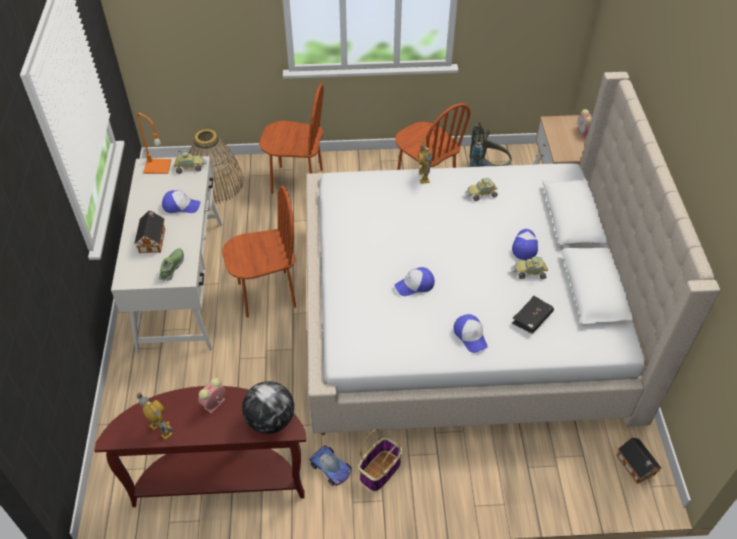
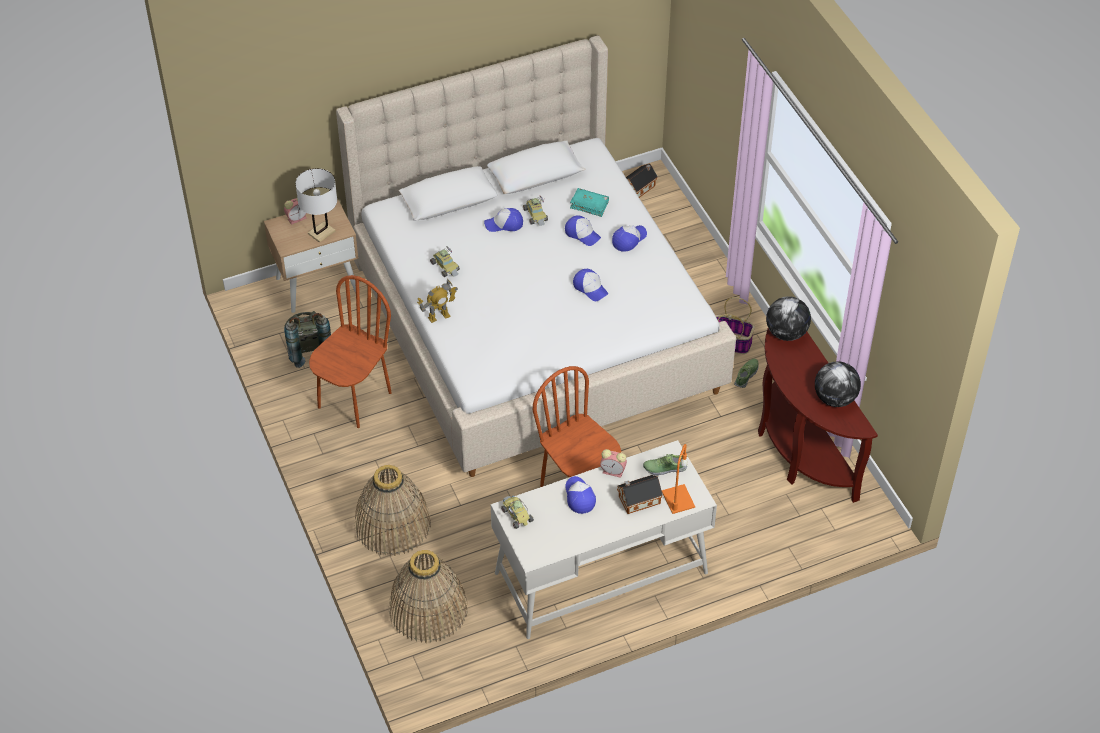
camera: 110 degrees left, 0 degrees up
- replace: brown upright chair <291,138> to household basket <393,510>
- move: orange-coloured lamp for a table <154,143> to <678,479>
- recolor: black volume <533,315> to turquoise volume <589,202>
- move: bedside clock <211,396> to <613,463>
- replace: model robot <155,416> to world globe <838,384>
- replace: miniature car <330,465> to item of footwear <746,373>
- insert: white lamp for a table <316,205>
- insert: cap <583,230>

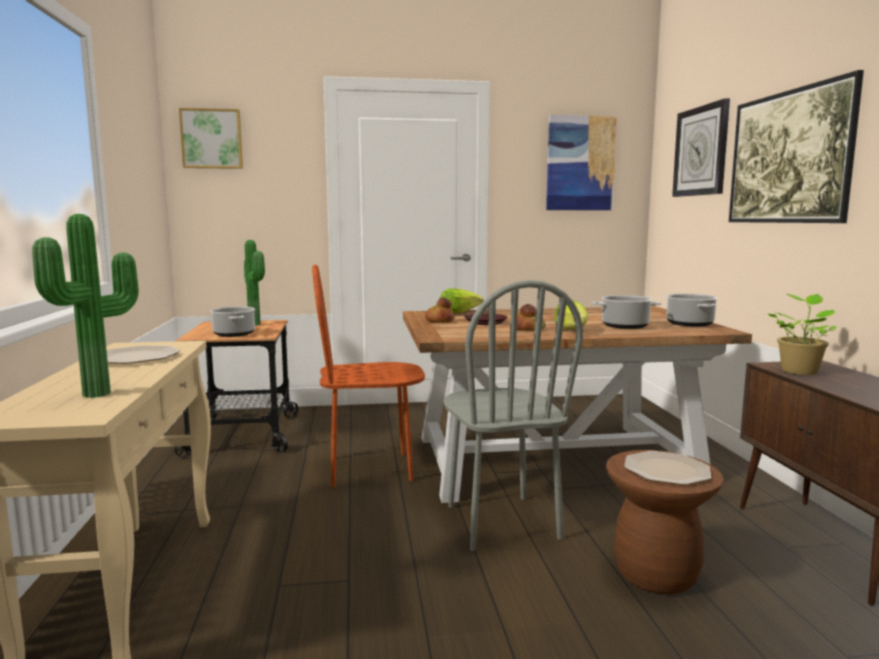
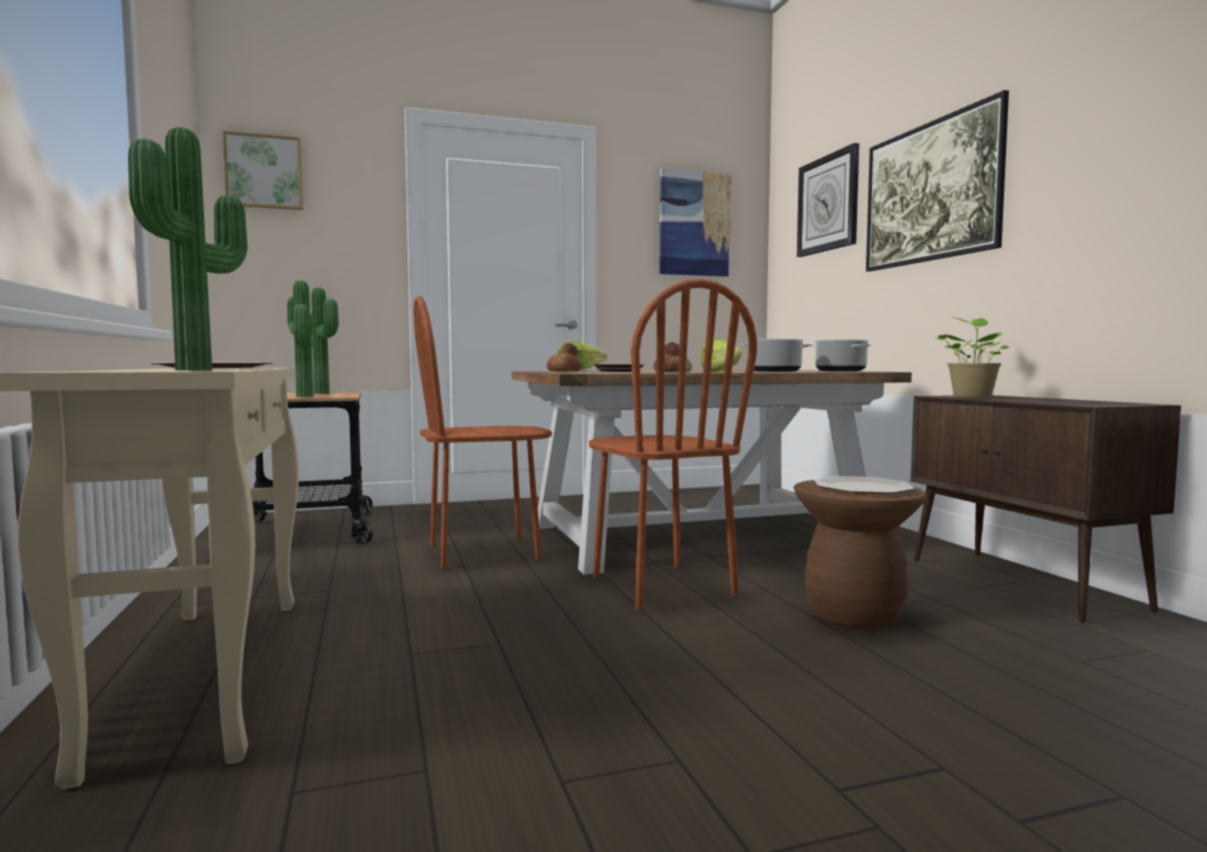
camera: 10 degrees left, 5 degrees down
- recolor: gray upright chair <513,415> to brown upright chair <673,444>
- replace: saucepot <232,321> to potted plant <300,338>

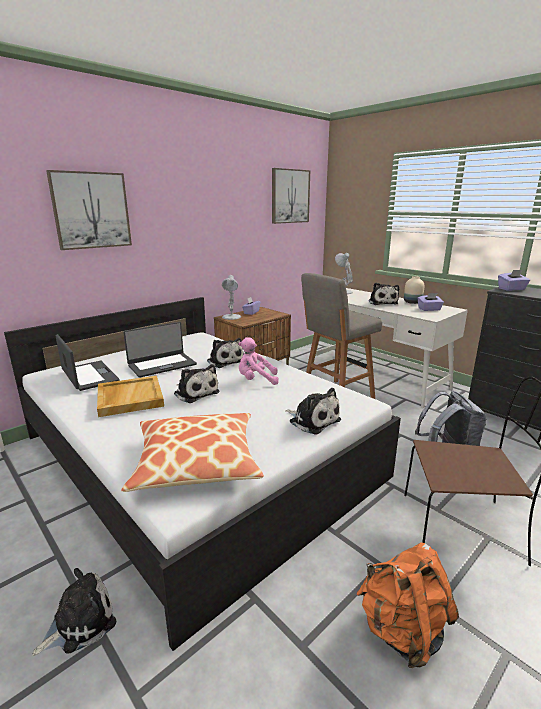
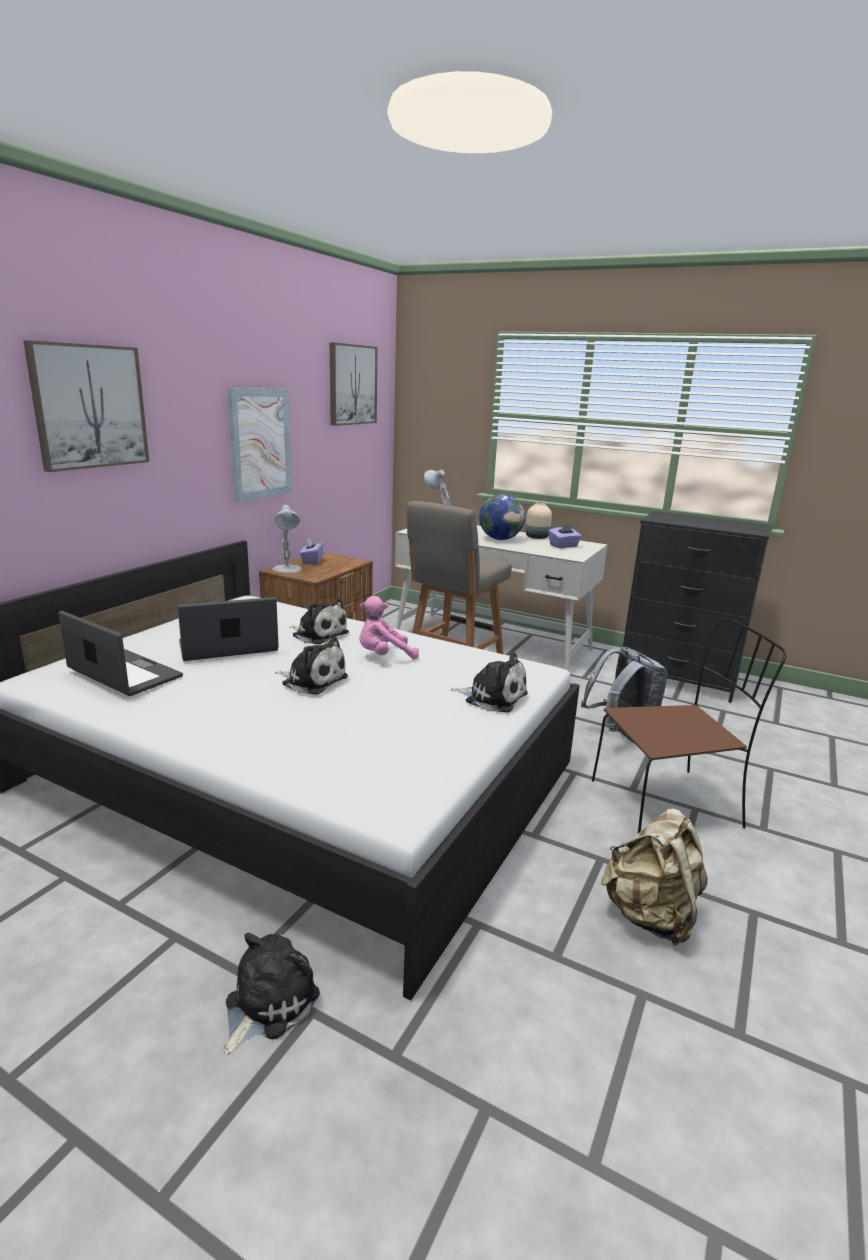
camera: 20 degrees left, 0 degrees up
- delete: purple box of tissues <514,280>
- replace: cuddly toy <384,293> to world globe <502,517>
- rotate: notebook computer <160,350> = <228,629> 150 degrees counterclockwise
- delete: beige tray <130,396>
- delete: pillow <192,452>
- recolor: orange-coloured backpack <408,605> to beige backpack <654,877>
- insert: picture <260,445>

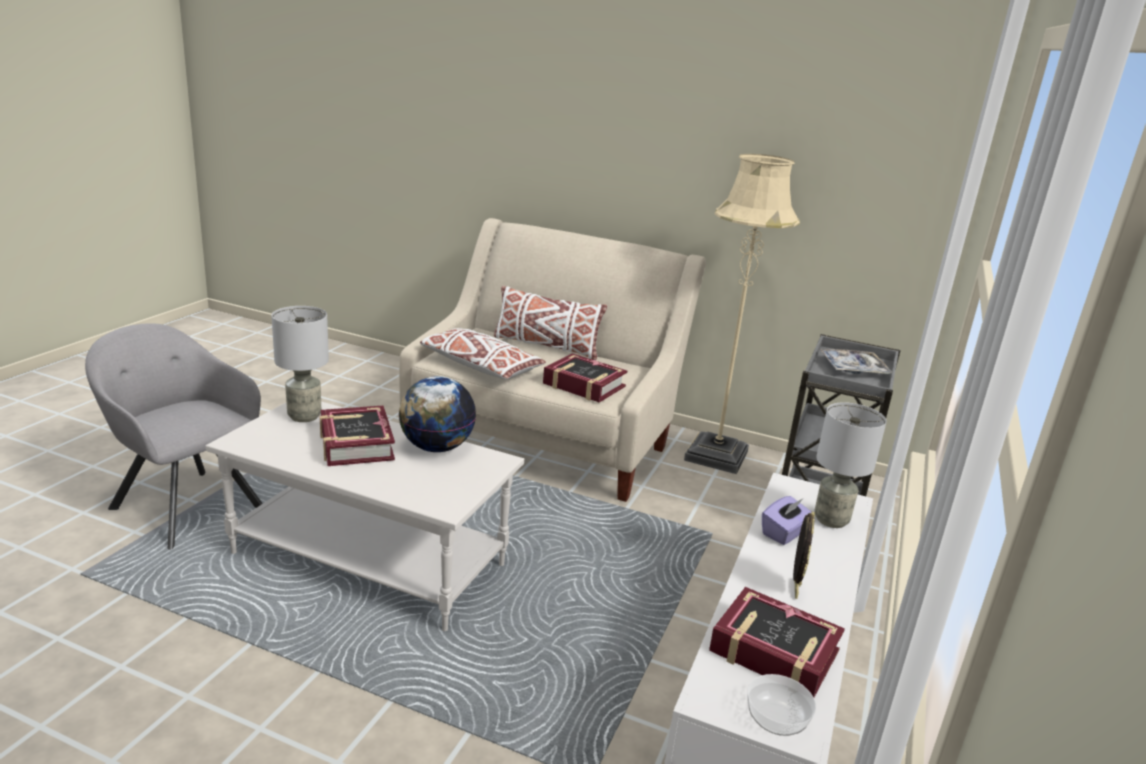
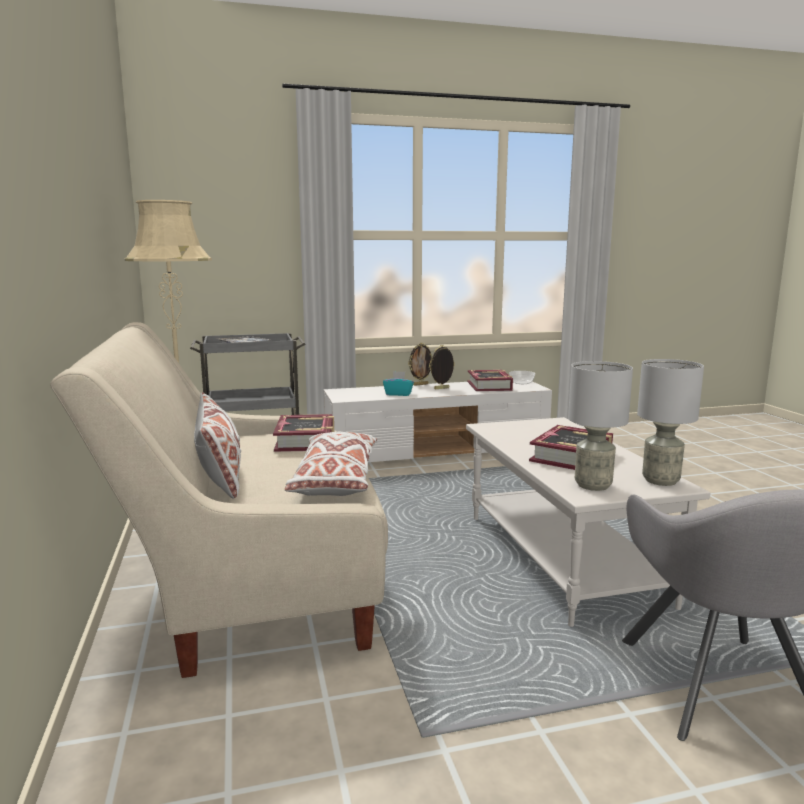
camera: 125 degrees left, 10 degrees down
- delete: world globe <437,414>
- move: gray lamp for a table <850,465> to <670,422>
- recolor: purple box of tissues <786,520> to turquoise box of tissues <398,383>
- insert: standing frame <420,364>

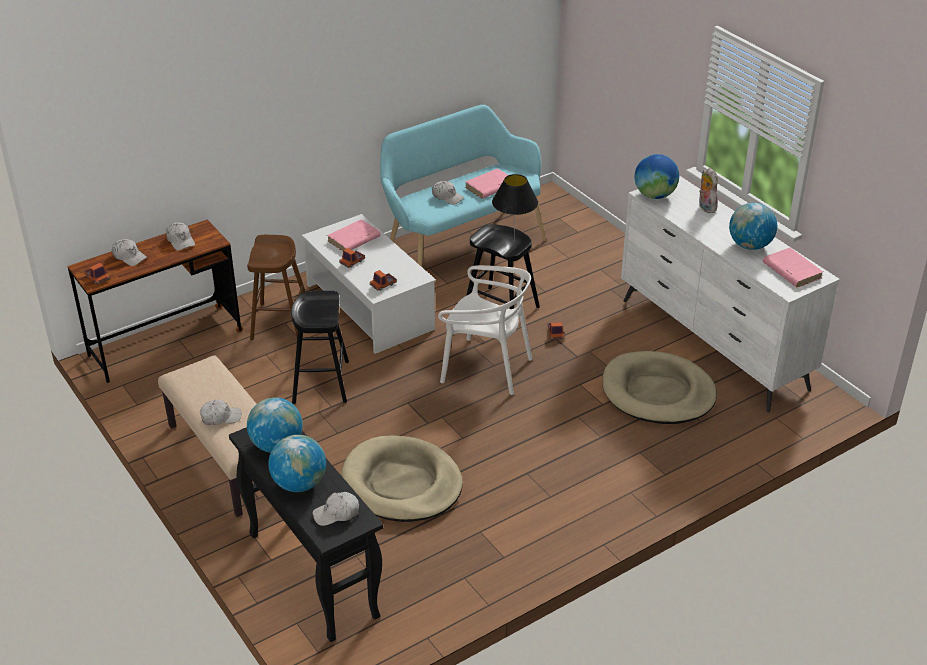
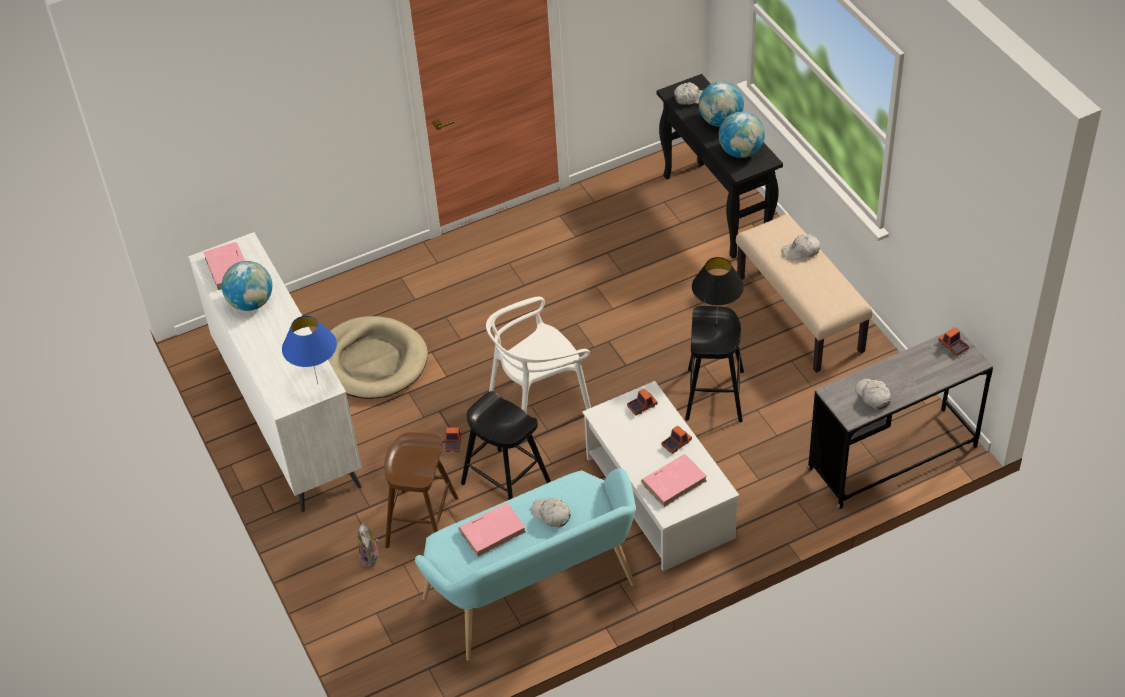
camera: 170 degrees left, 10 degrees up
- replace: world globe <656,176> to blue lamp for a table <309,350>
- move: cuddly toy <708,190> to <368,545>
- move: black lamp for a table <515,205> to <718,284>
- recolor: brown desk unit <155,301> to gray desk unit <899,418>
- move: brown stool seat <276,288> to <421,490>
- delete: white cap <129,252>
- rotate: white upright chair <485,330> = <538,355> 60 degrees counterclockwise
- delete: beige dog bed <402,478>

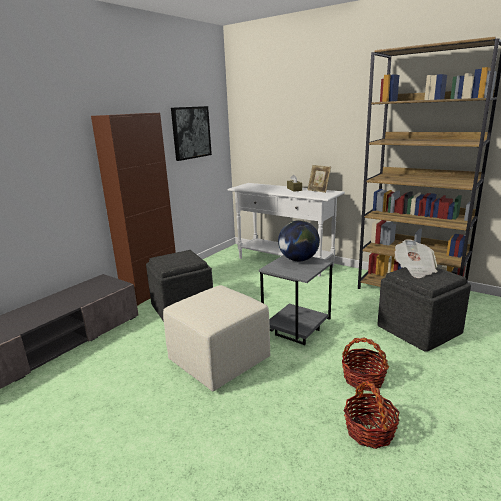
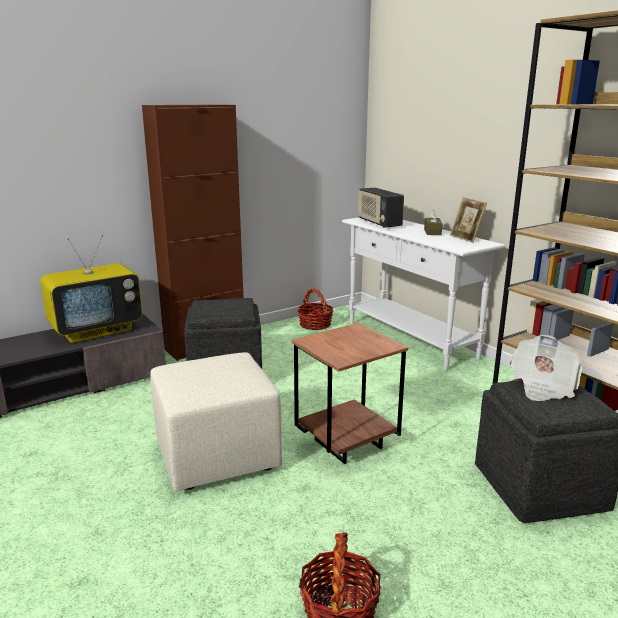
camera: 20 degrees right, 0 degrees up
- delete: picture <191,133>
- delete: world globe <299,240>
- recolor: gray end table <296,300> to brown end table <350,393>
- move: household basket <365,364> to <315,309>
- insert: radio set <381,207>
- insert: TV <91,289>

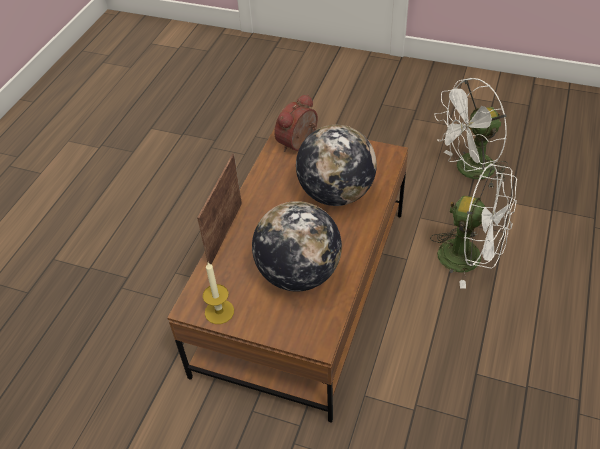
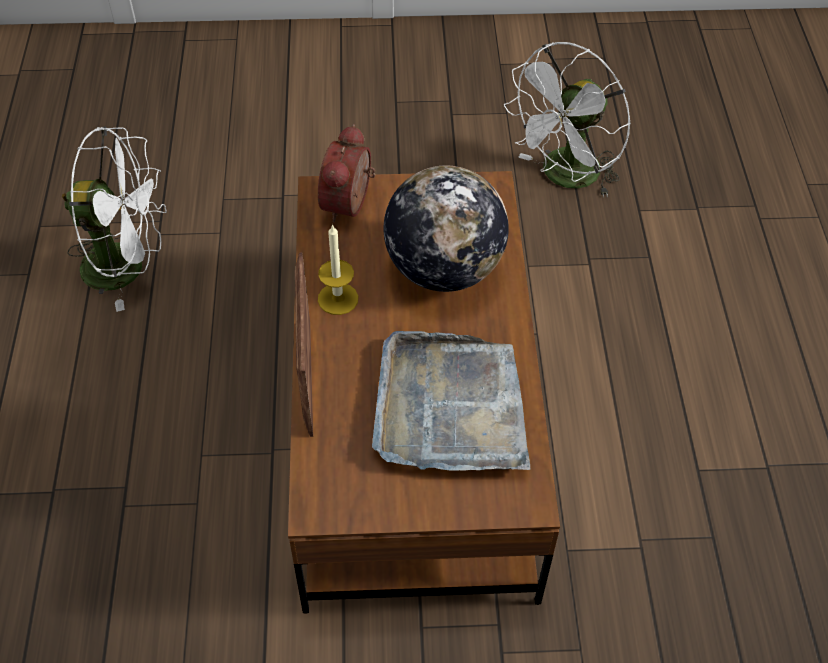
camera: 25 degrees left, 5 degrees up
- move: white cooling fan <473,226> to <114,219>
- replace: world globe <297,246> to gray tray <451,401>
- move: candle <218,293> to <338,269>

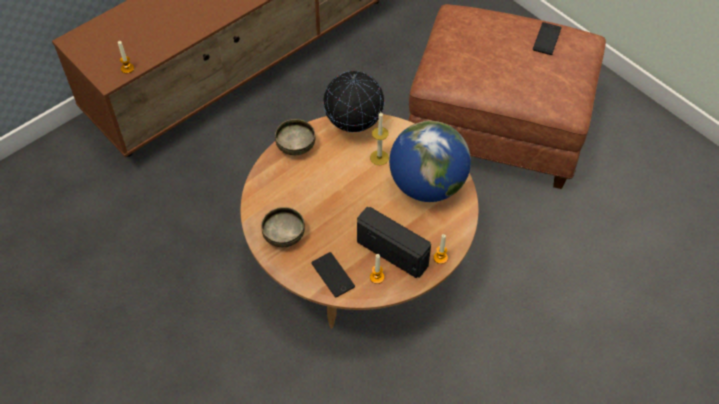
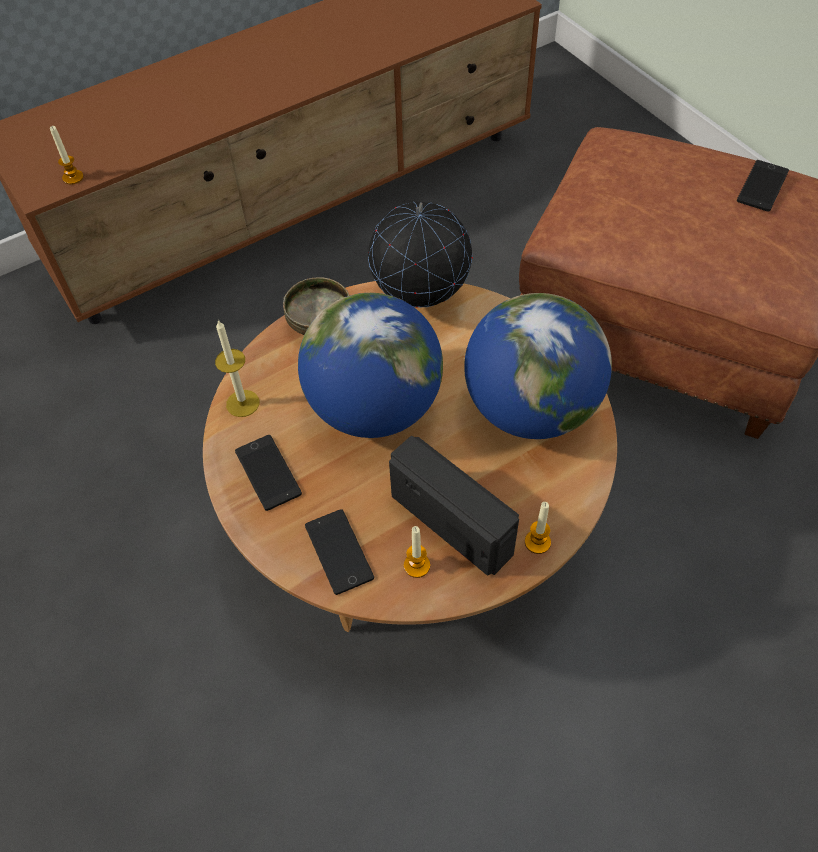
camera: 10 degrees right, 0 degrees up
- move: candle <379,138> to <237,368>
- replace: serving bowl <283,227> to phone <268,473>
- insert: world globe <370,365>

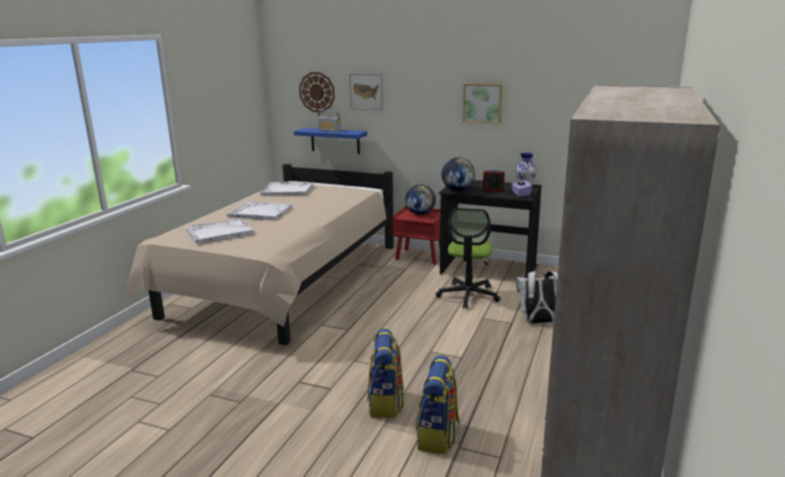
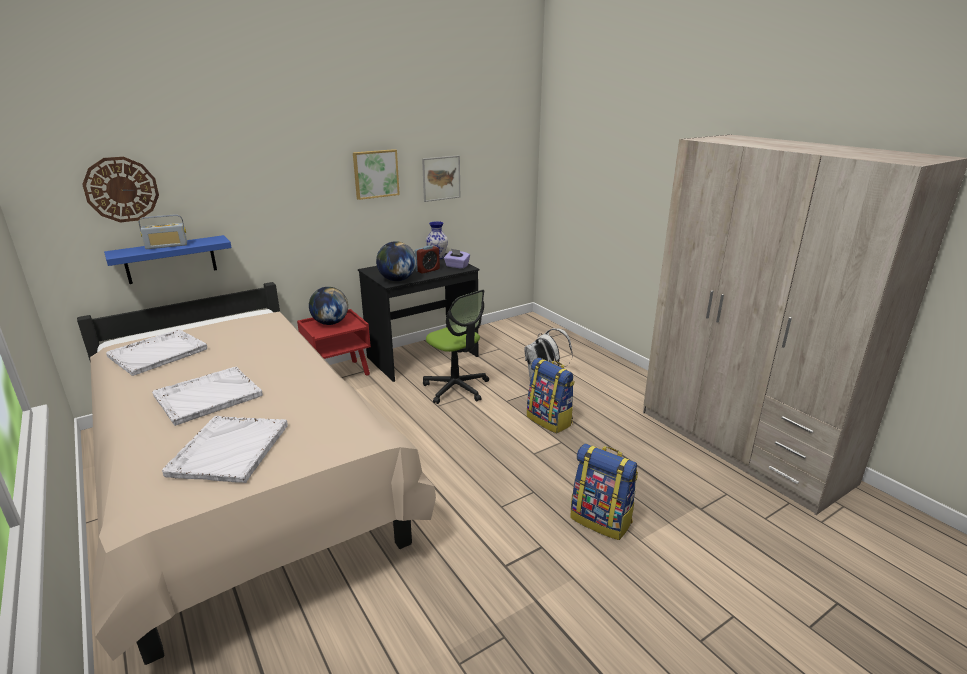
camera: 55 degrees left, 5 degrees up
- move: picture <366,91> to <441,178>
- move: backpack <438,404> to <551,395>

